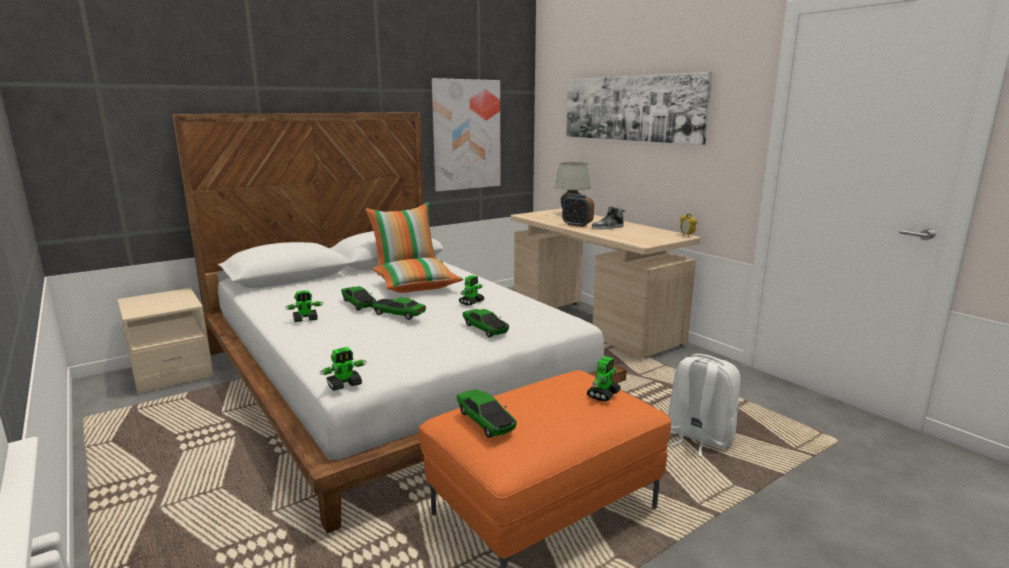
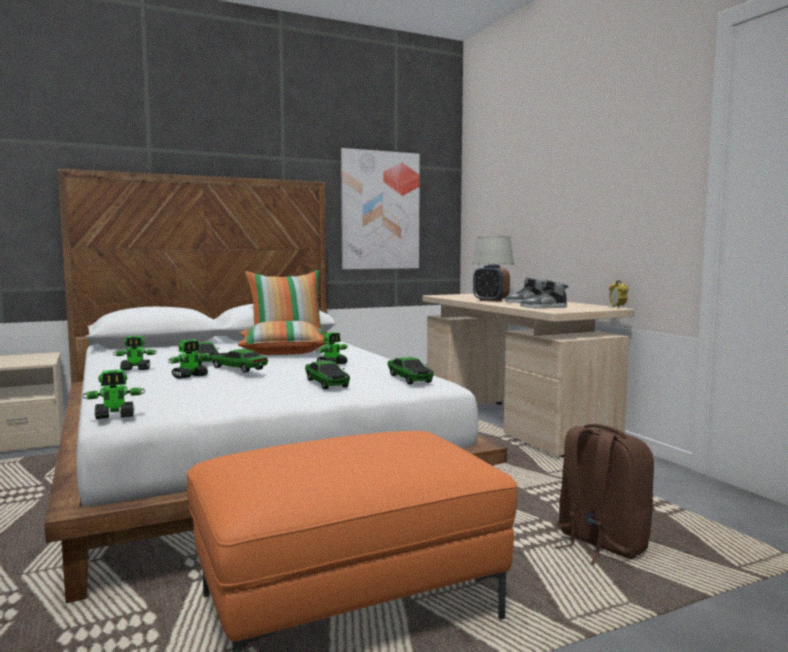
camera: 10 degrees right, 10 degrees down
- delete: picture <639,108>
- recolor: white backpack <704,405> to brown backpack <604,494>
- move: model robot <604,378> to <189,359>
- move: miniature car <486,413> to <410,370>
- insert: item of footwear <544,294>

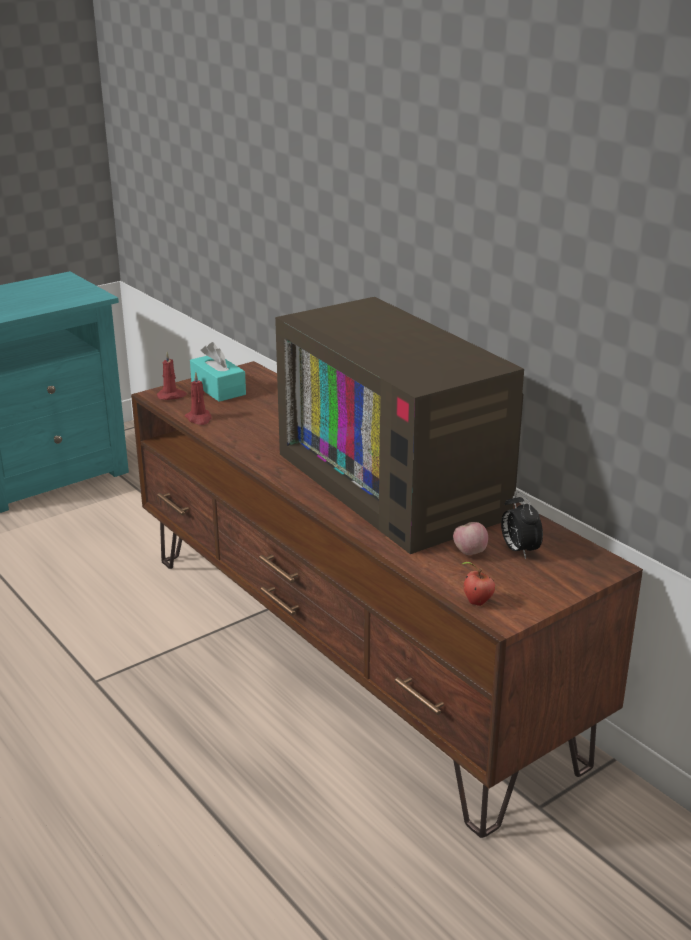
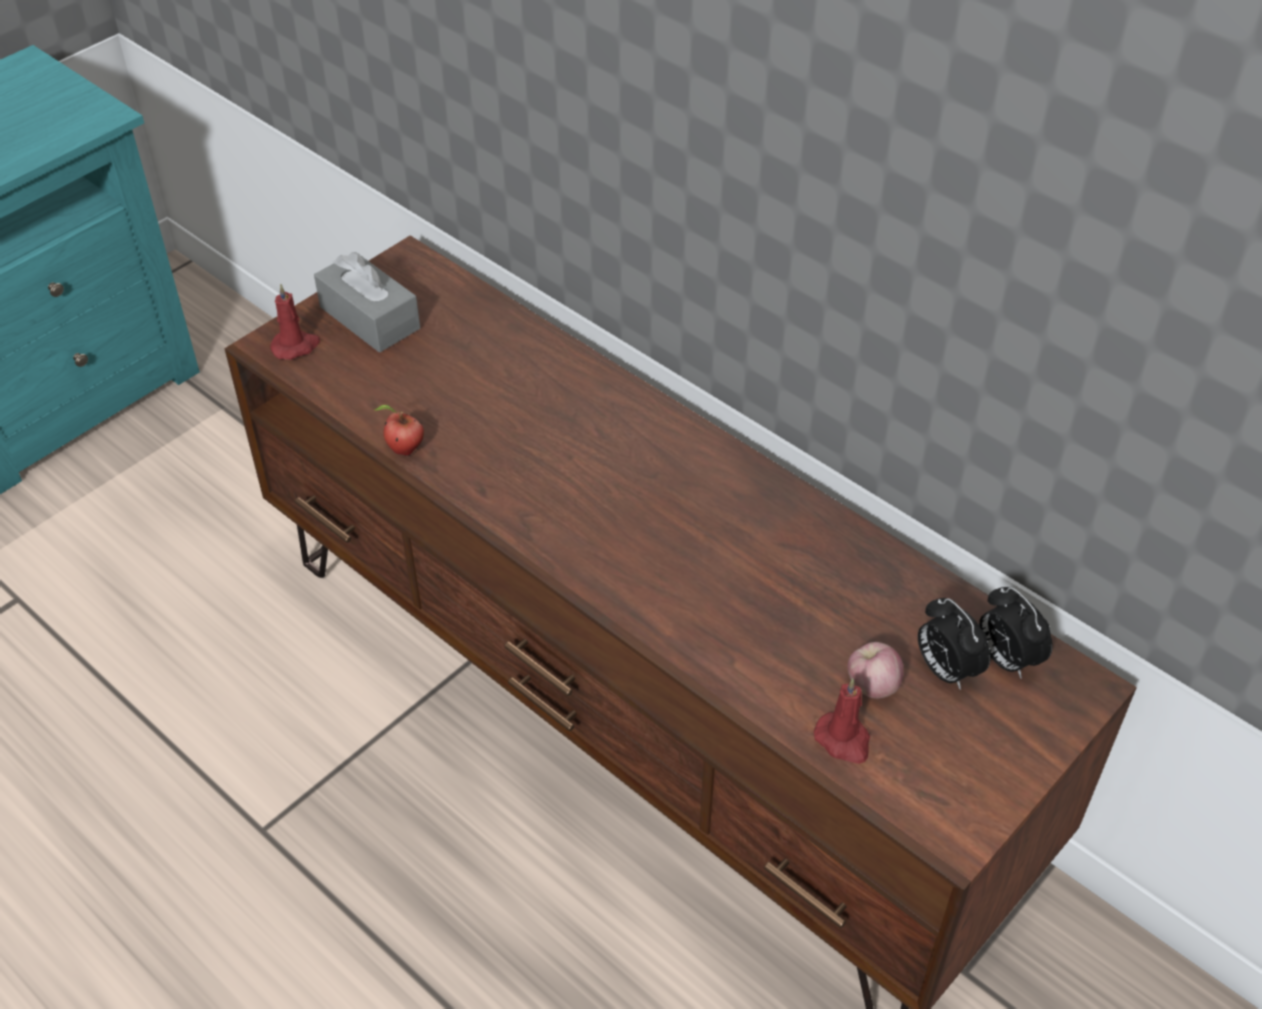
camera: 10 degrees left, 20 degrees up
- delete: TV <399,425>
- recolor: turquoise box of tissues <218,372> to gray box of tissues <367,302>
- move: red-coloured candle <198,398> to <842,721>
- move: apple <478,584> to <399,430>
- insert: bedside clock <1015,633>

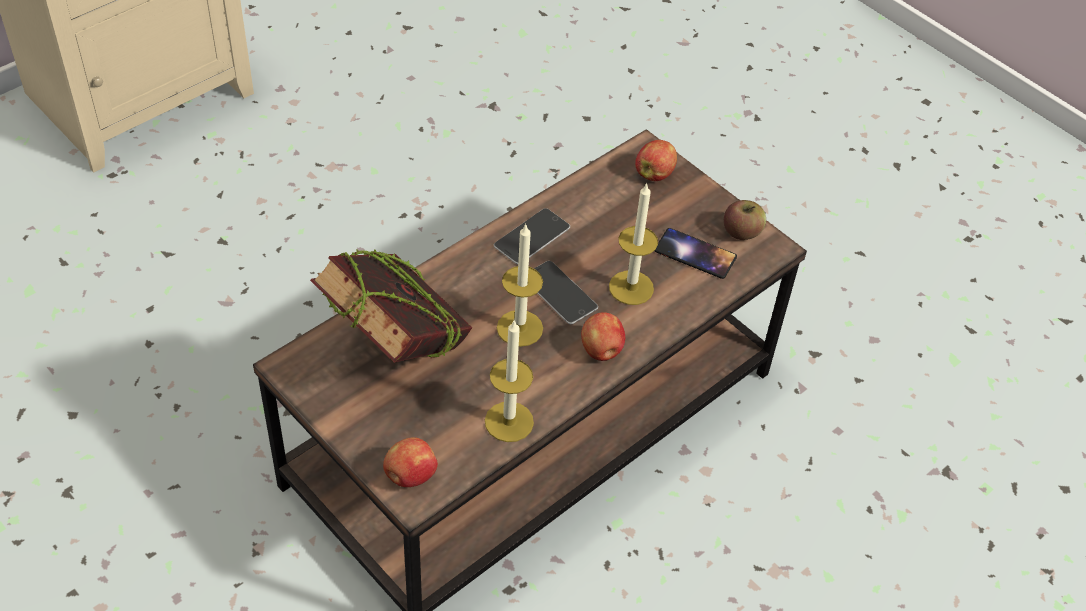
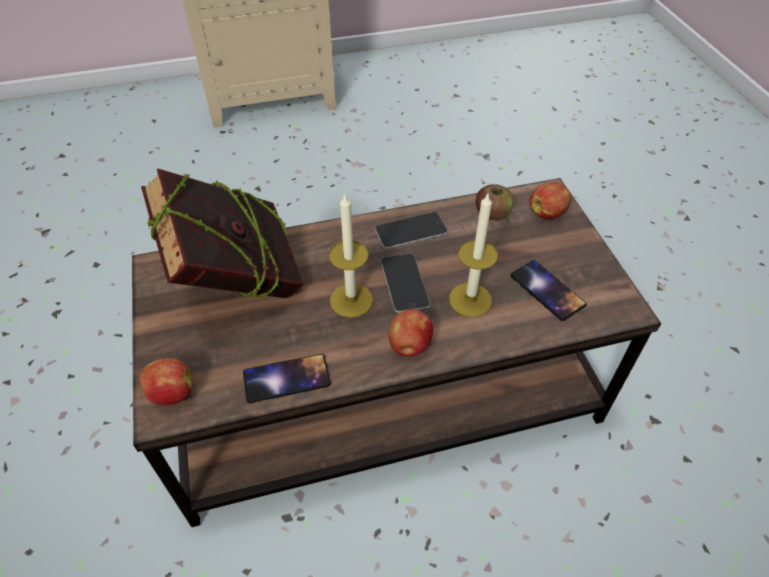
camera: 30 degrees right, 0 degrees up
- move: apple <745,220> to <495,202>
- replace: candle <509,380> to phone <287,378>

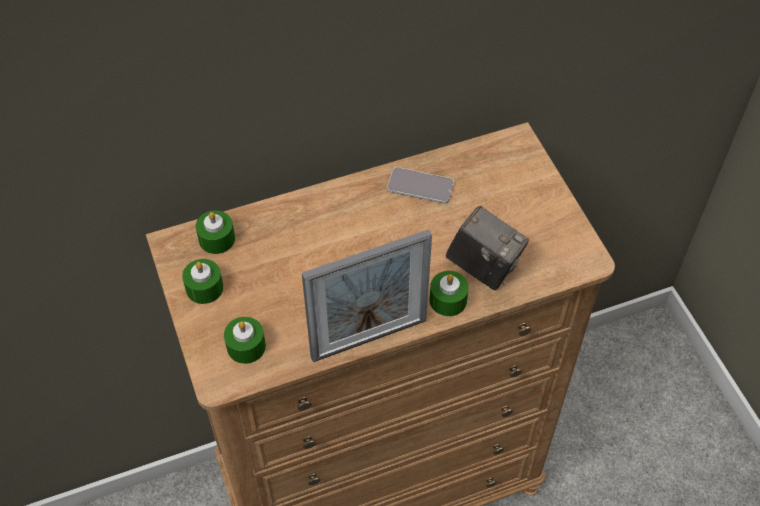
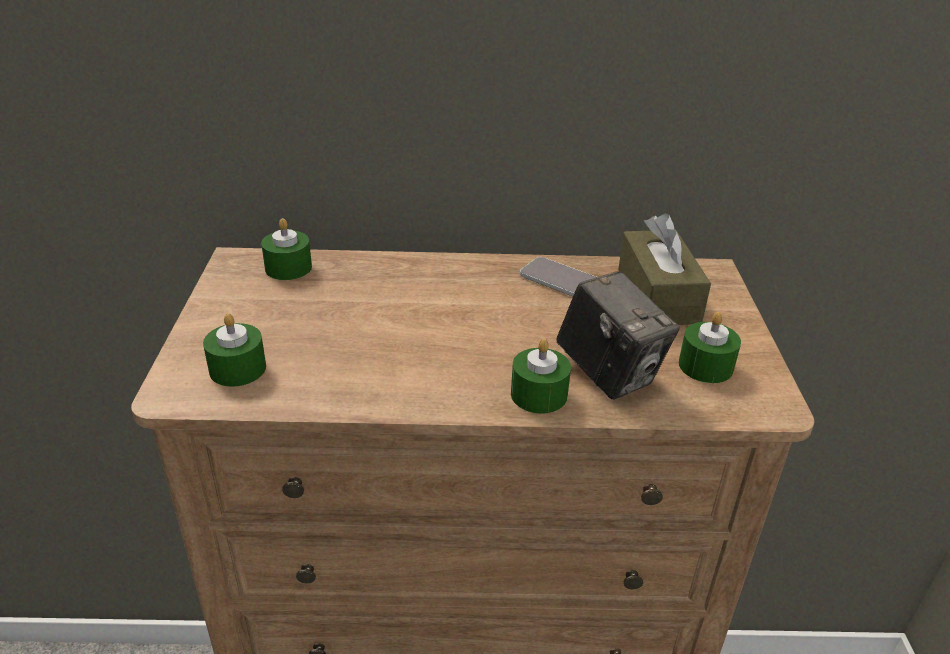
camera: 20 degrees right, 20 degrees down
- delete: standing frame <367,295>
- move: green candle <202,281> to <710,347>
- insert: brown box of tissues <664,269>

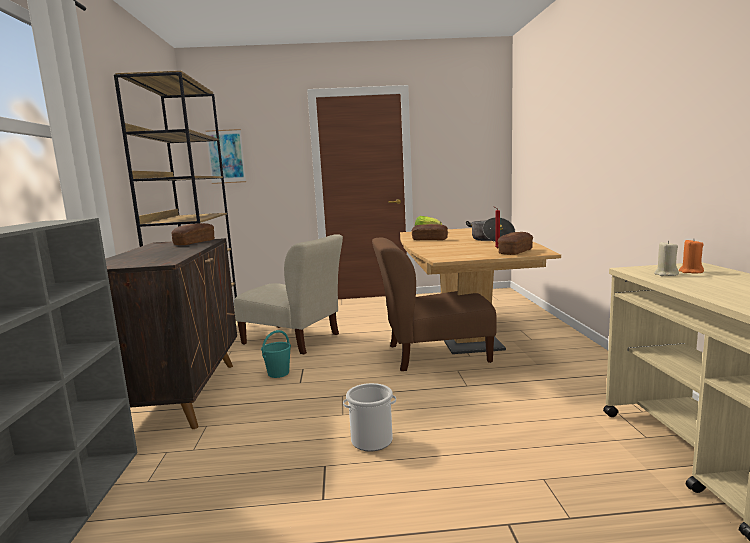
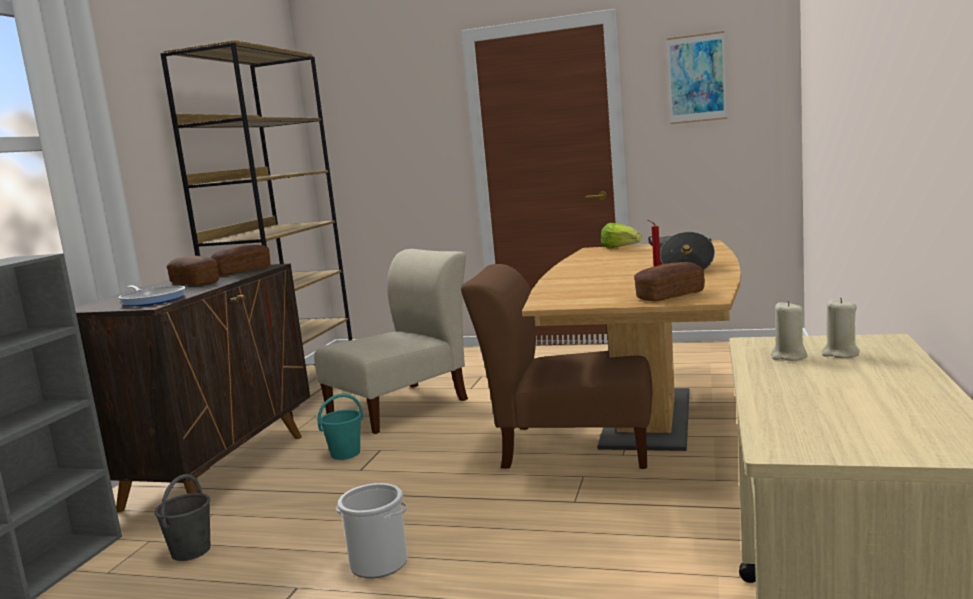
camera: 20 degrees right, 0 degrees up
- move: picture <226,156> to <697,77>
- move: baked bread <430,232> to <193,270>
- rotate: beige upright chair <288,294> = <391,341> 90 degrees counterclockwise
- recolor: orange-coloured candle <691,256> to beige candle <841,328>
- insert: skillet <152,295>
- insert: gray pail <183,517>

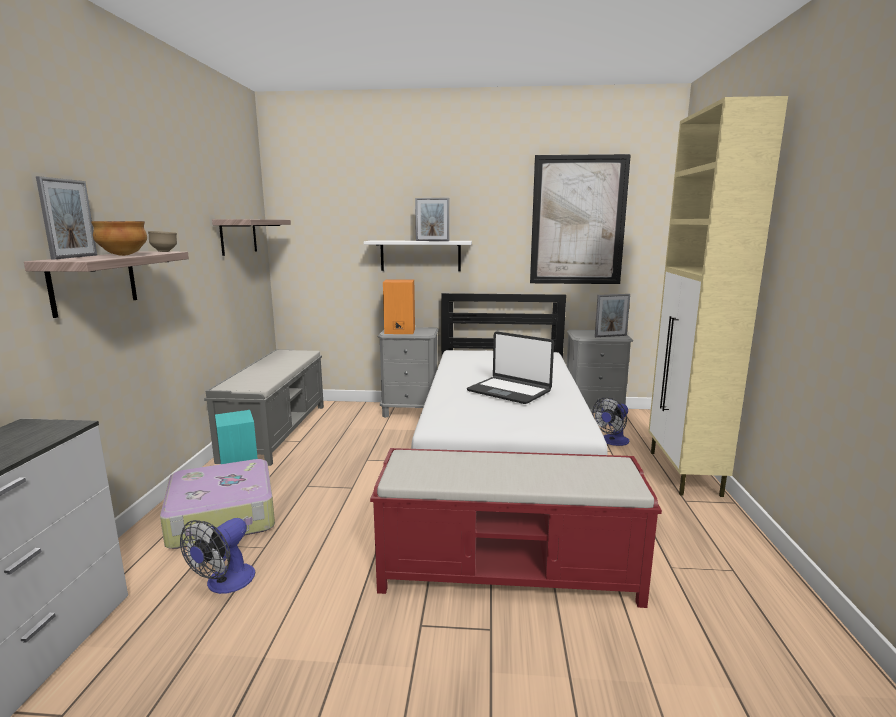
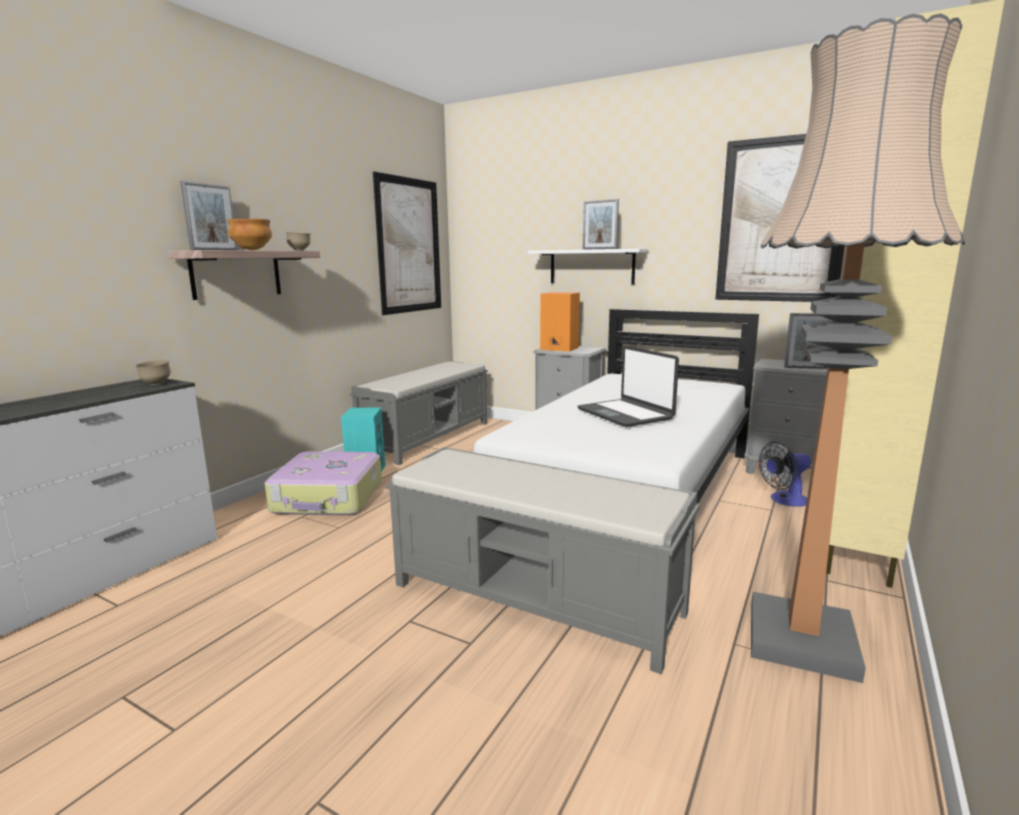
camera: 25 degrees right, 0 degrees up
- replace: wall shelf <251,237> to picture <407,243>
- recolor: red-coloured long seat <516,528> to gray long seat <543,560>
- delete: cooling fan <217,556>
- insert: standing lamp <858,348>
- insert: brown serving bowl <153,372>

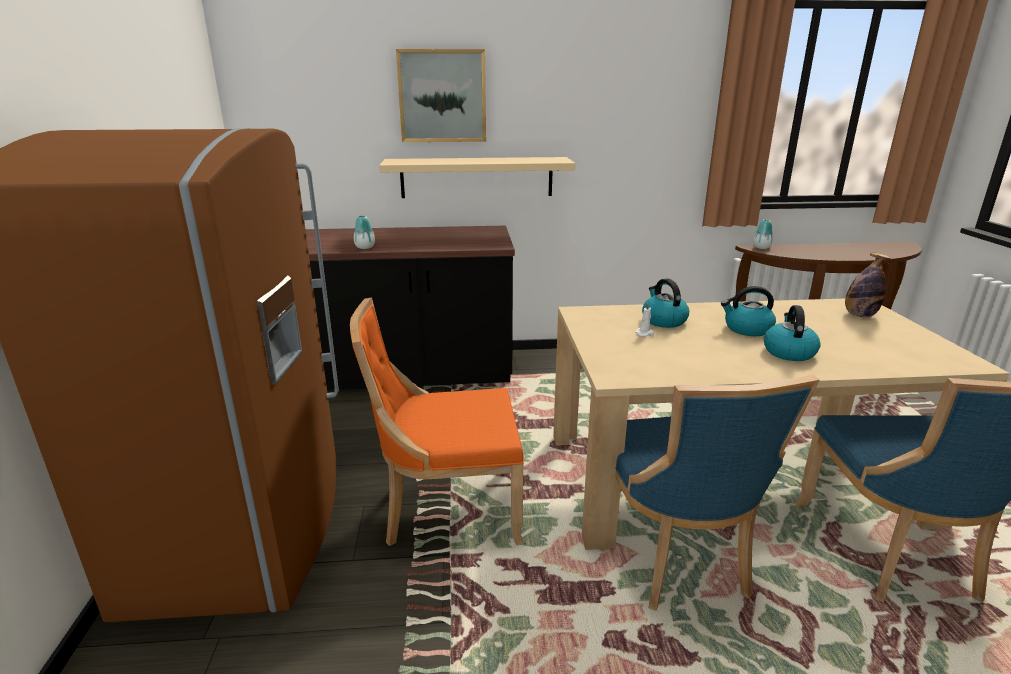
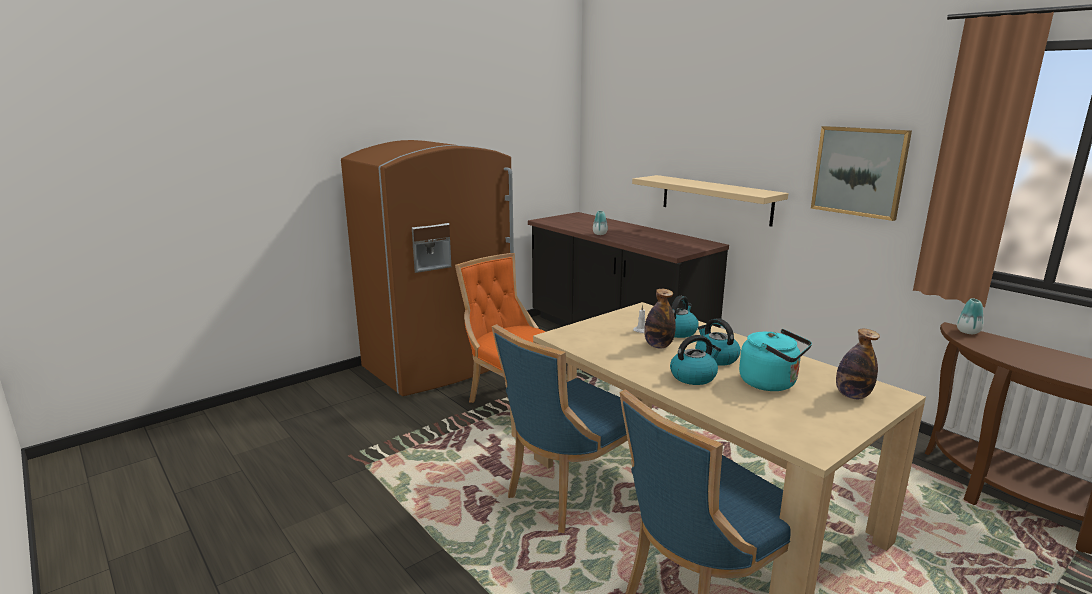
camera: 55 degrees right, 5 degrees down
- move: picture <441,95> to <861,173>
- insert: drink bottle <660,319>
- insert: turquoise water kettle <775,360>

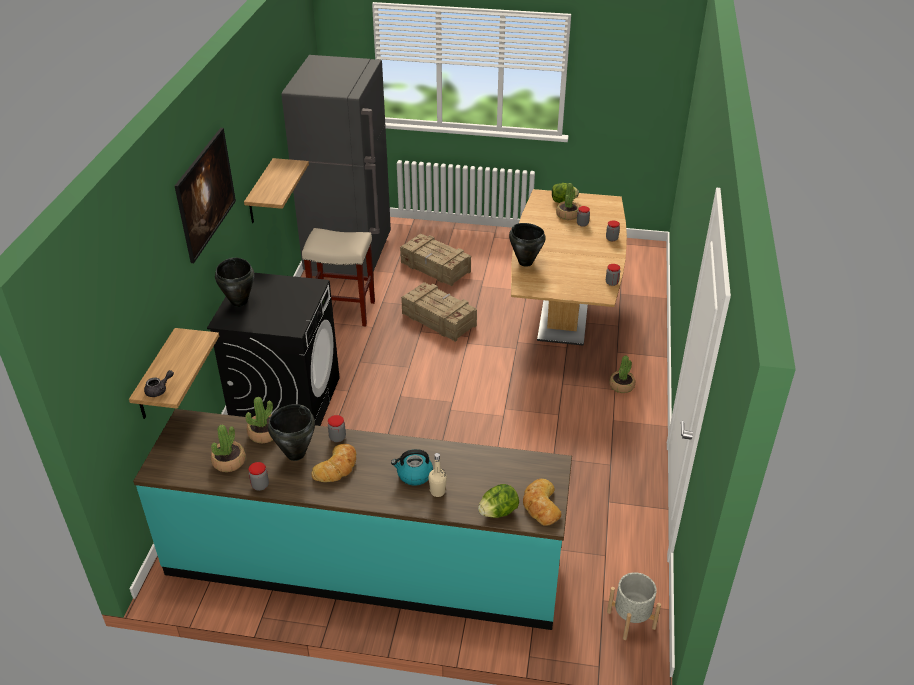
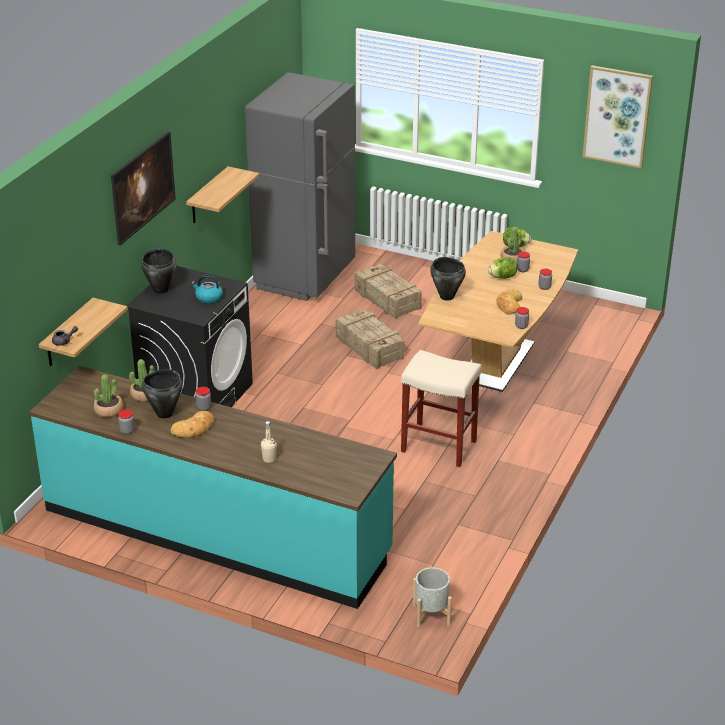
camera: 15 degrees right, 5 degrees down
- move: beige stool seat <338,277> to <441,408>
- delete: potted plant <622,374>
- move: water kettle <412,467> to <207,289>
- move: baked bread <542,502> to <509,301>
- move: lettuce head <498,501> to <502,268>
- insert: picture <617,117>

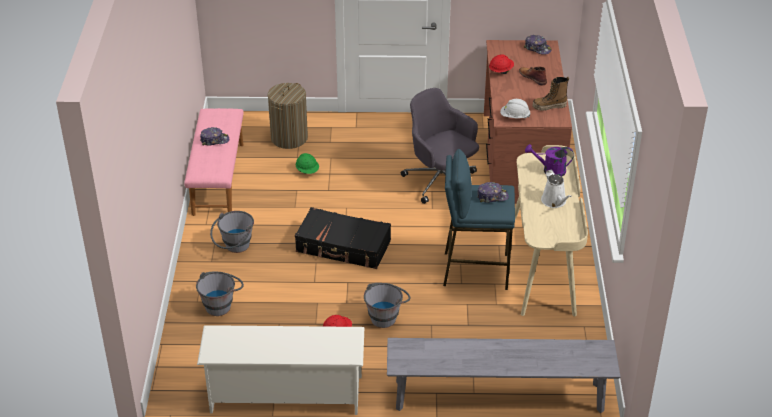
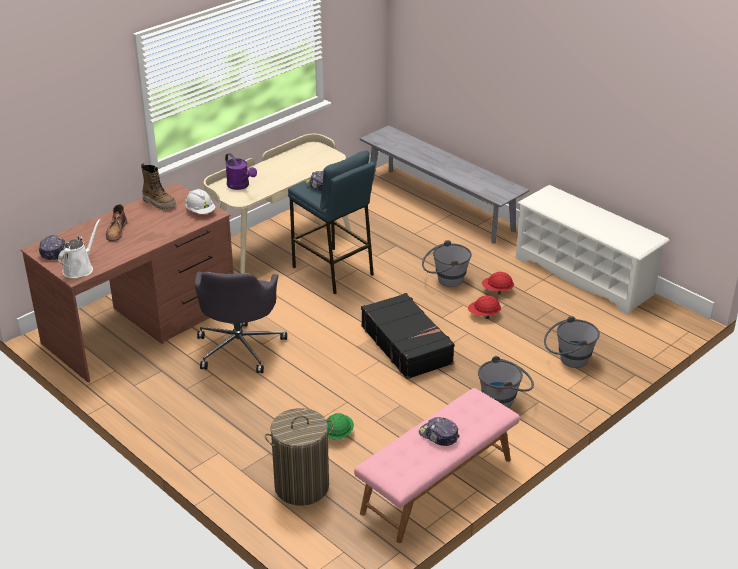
camera: 135 degrees left, 5 degrees down
- move: red-coloured work helmet <501,64> to <484,307>
- move: white watering can <556,189> to <79,248>

